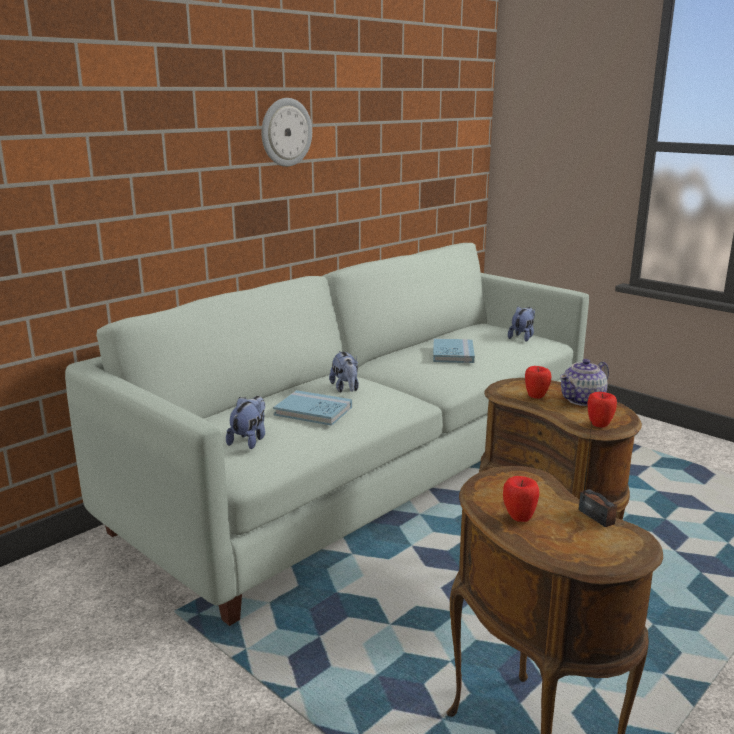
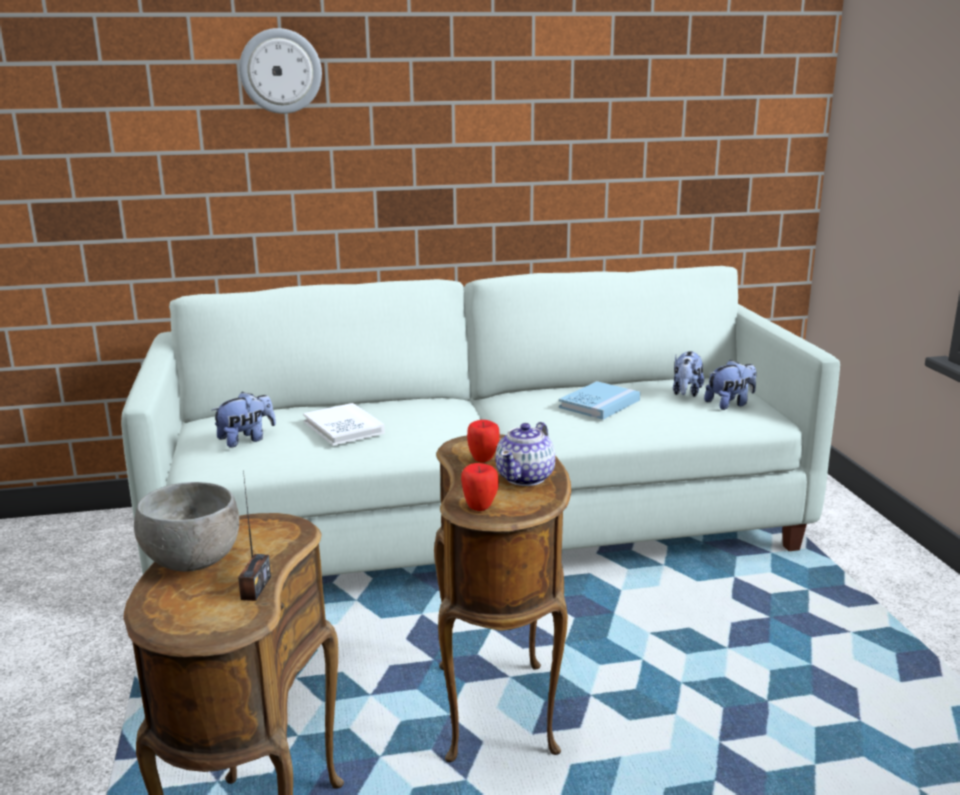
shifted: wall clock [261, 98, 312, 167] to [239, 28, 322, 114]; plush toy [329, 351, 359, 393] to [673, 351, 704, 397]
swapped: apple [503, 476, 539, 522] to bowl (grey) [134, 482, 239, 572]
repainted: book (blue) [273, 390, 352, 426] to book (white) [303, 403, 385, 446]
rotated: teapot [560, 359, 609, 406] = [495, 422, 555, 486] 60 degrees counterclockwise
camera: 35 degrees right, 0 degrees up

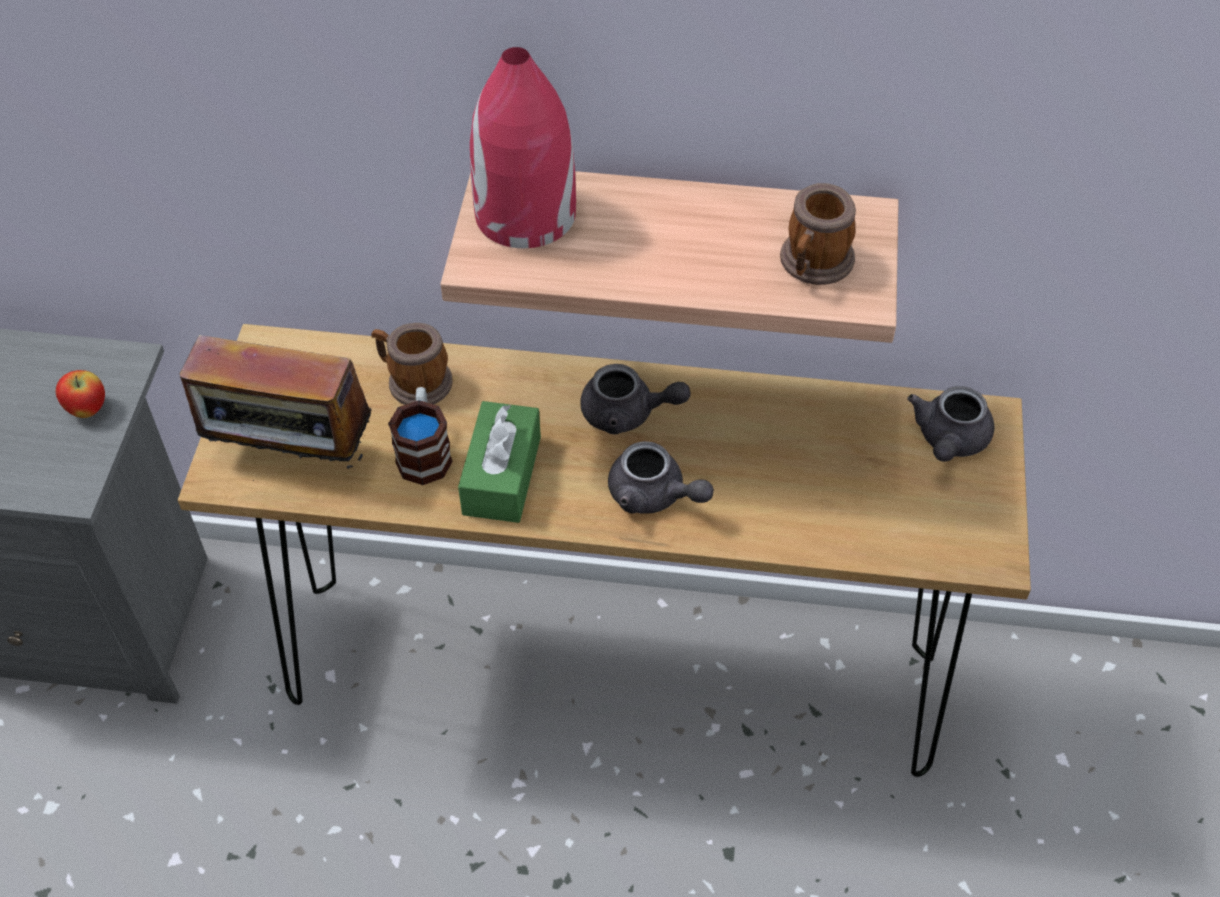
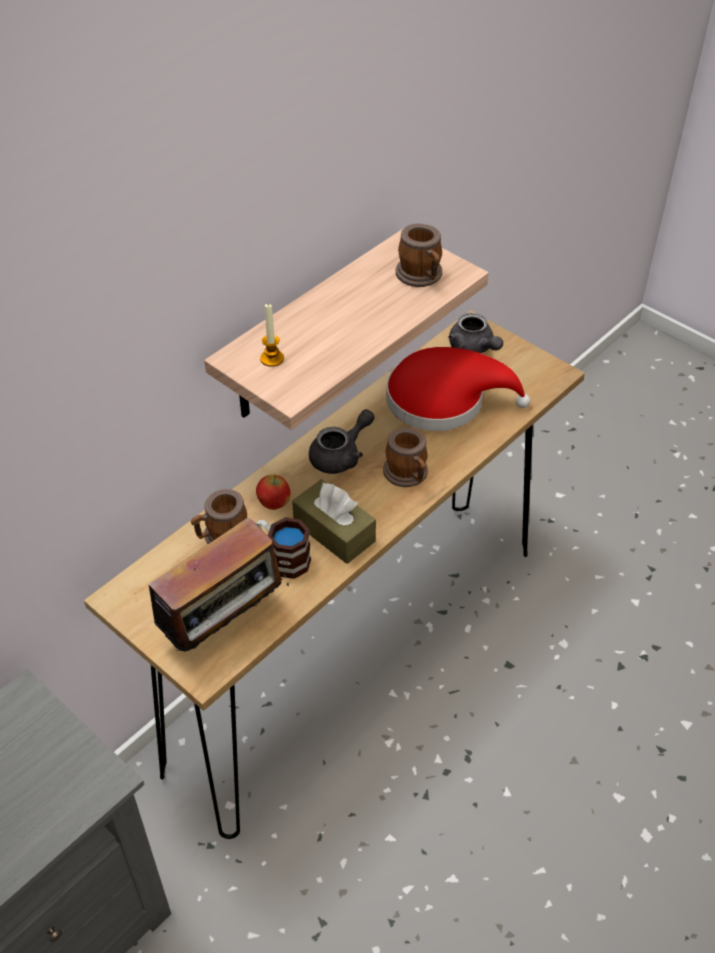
new: hat (red) [386, 347, 531, 431]
shifted: apple [56, 370, 105, 418] to [256, 475, 290, 510]
swapped: vase (red) [470, 47, 576, 248] to candle [260, 304, 284, 367]; teapot (grey) [608, 441, 714, 514] to mug [383, 428, 428, 487]
repainted: tissue box (green) [458, 401, 541, 523] to tissue box (brown) [292, 479, 376, 564]
camera: 55 degrees left, 5 degrees down

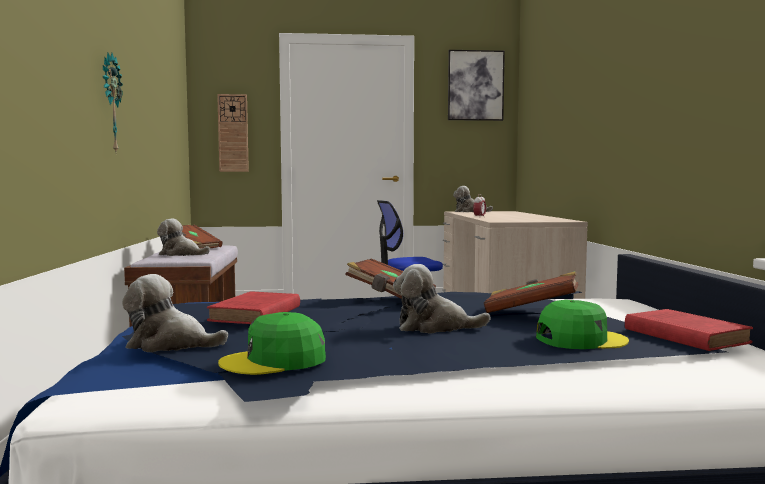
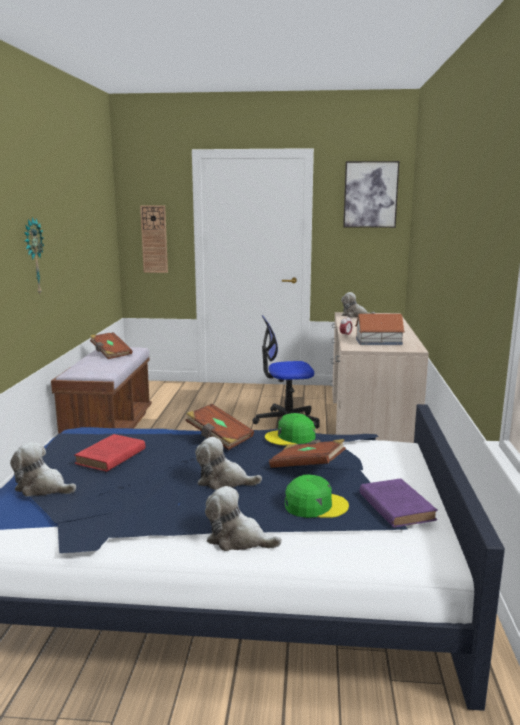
new: toy house [355, 314, 405, 345]
shifted: plush toy [157, 218, 210, 256] to [205, 486, 282, 551]; cap (green) [218, 312, 326, 375] to [265, 413, 315, 445]
repainted: book (red) [625, 309, 753, 351] to book (purple) [360, 479, 438, 528]
camera: 10 degrees right, 10 degrees up

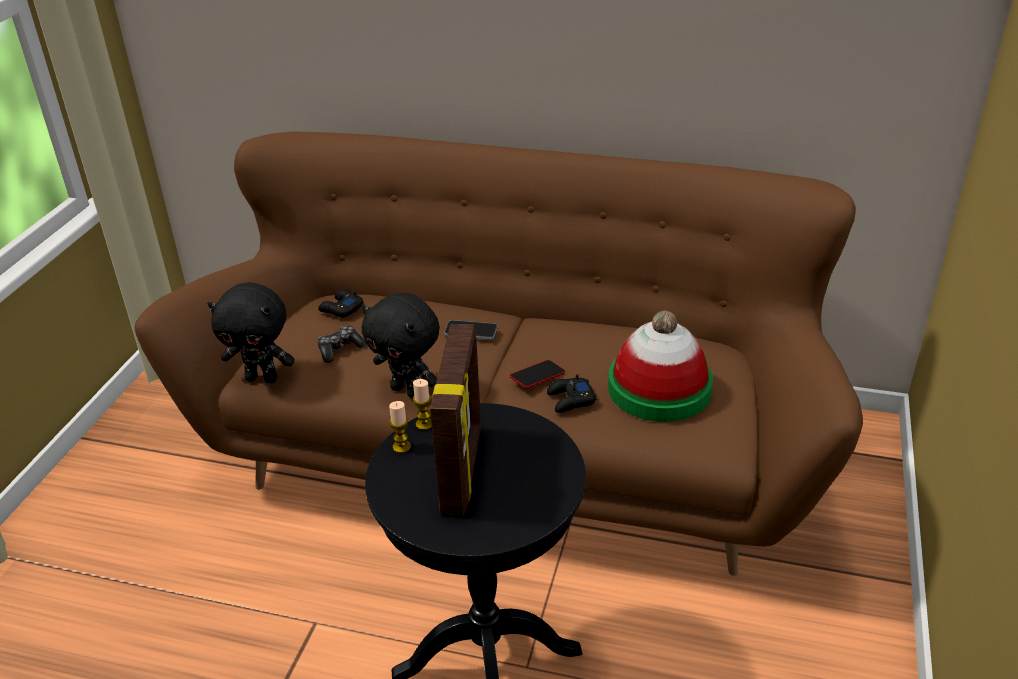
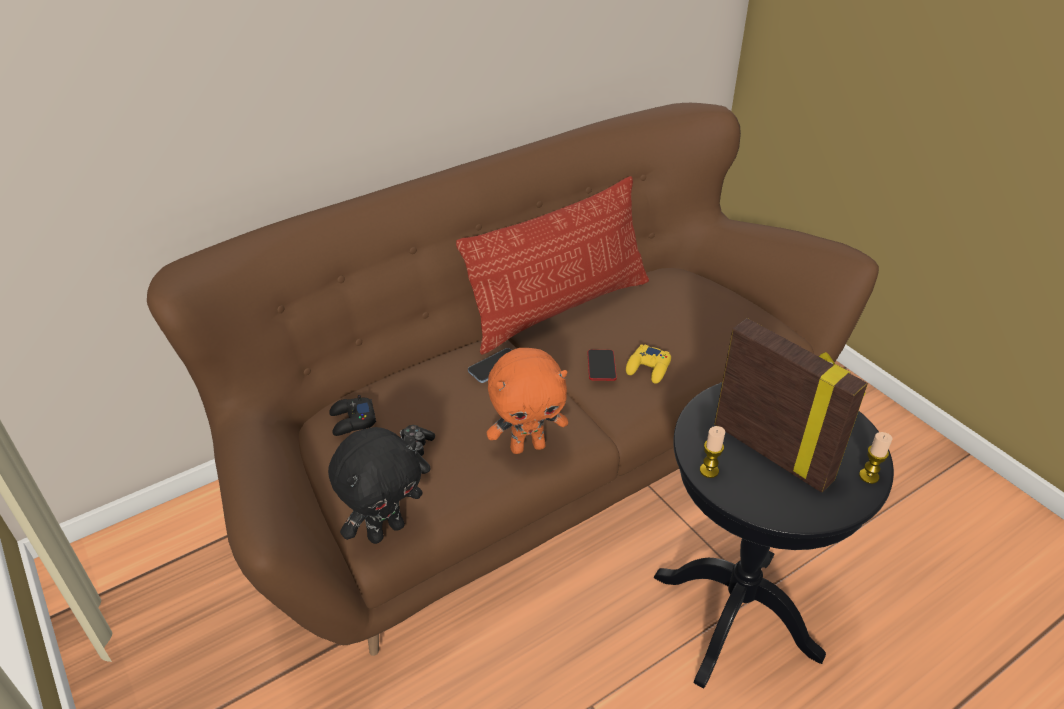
gone: hat [608, 311, 713, 422]
new: pillow [456, 176, 649, 355]
shifted: candle [413, 379, 432, 430] to [859, 432, 892, 484]
repainted: plush toy (black) [362, 293, 440, 398] to plush toy (orange) [486, 348, 568, 454]; game controller (black) [547, 374, 596, 413] to game controller (yellow) [626, 344, 671, 384]
camera: 50 degrees left, 5 degrees up

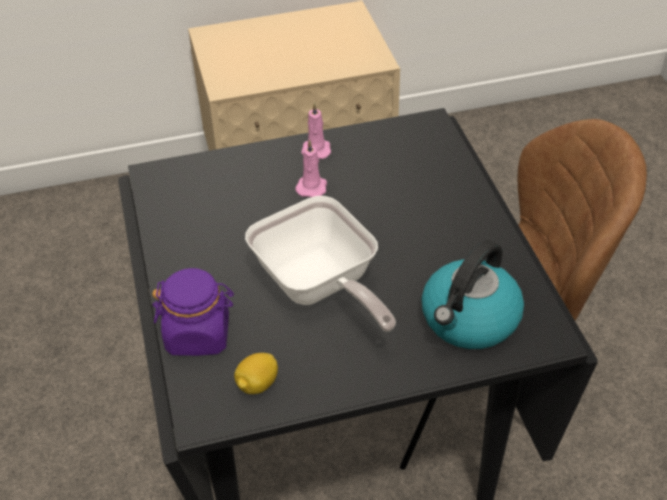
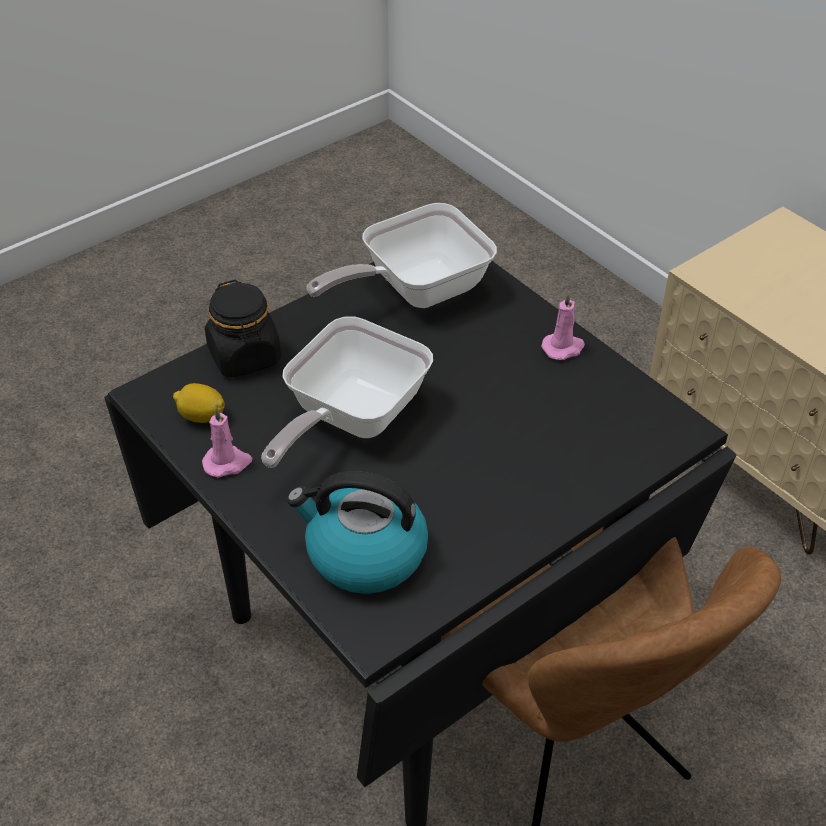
new: frying pan [307, 203, 497, 308]
shifted: candle (pink) [295, 139, 327, 197] to [202, 407, 252, 478]
repainted: jar (purple) [152, 268, 234, 356] to jar (black) [205, 280, 281, 378]
camera: 65 degrees right, 0 degrees up

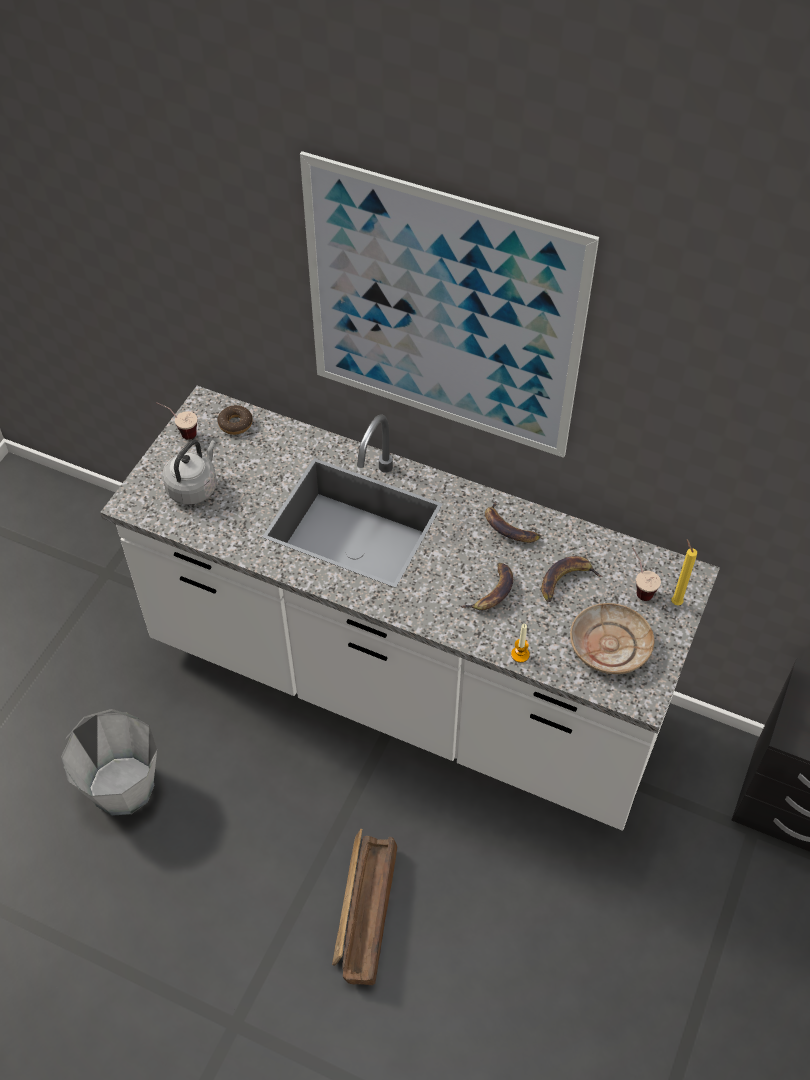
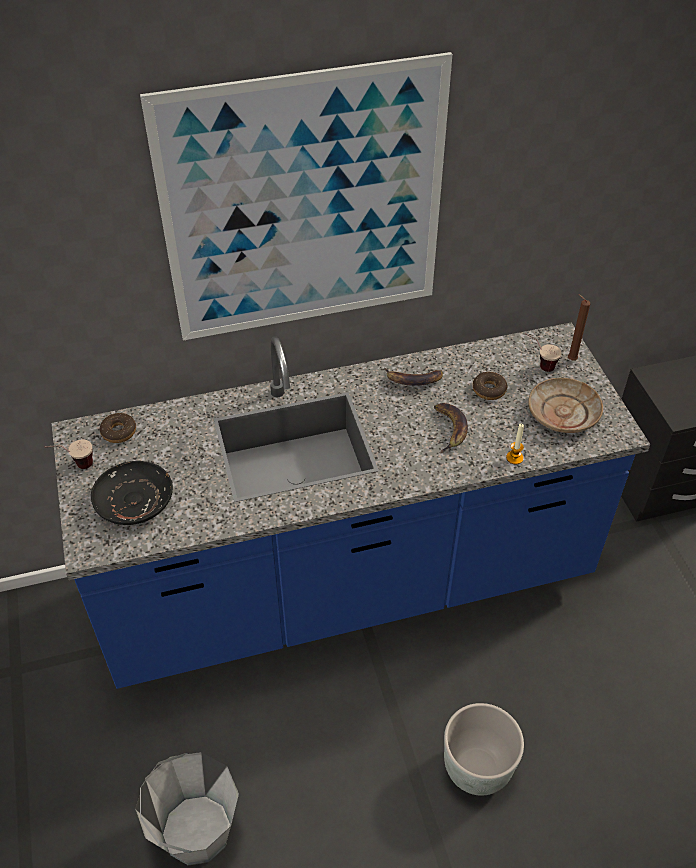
swapped: kettle (grey) [162, 440, 217, 505] to plate (black) [91, 461, 173, 525]; crate [332, 829, 397, 985] to planter (grey) [444, 703, 524, 796]; banana [542, 556, 603, 602] to donut [473, 372, 507, 400]
repainted: counter (white) [100, 386, 720, 831] to counter (blue) [52, 322, 650, 689]; candle (yellow) [671, 539, 697, 605] to candle (brown) [568, 294, 590, 361]
camera: 40 degrees left, 5 degrees down

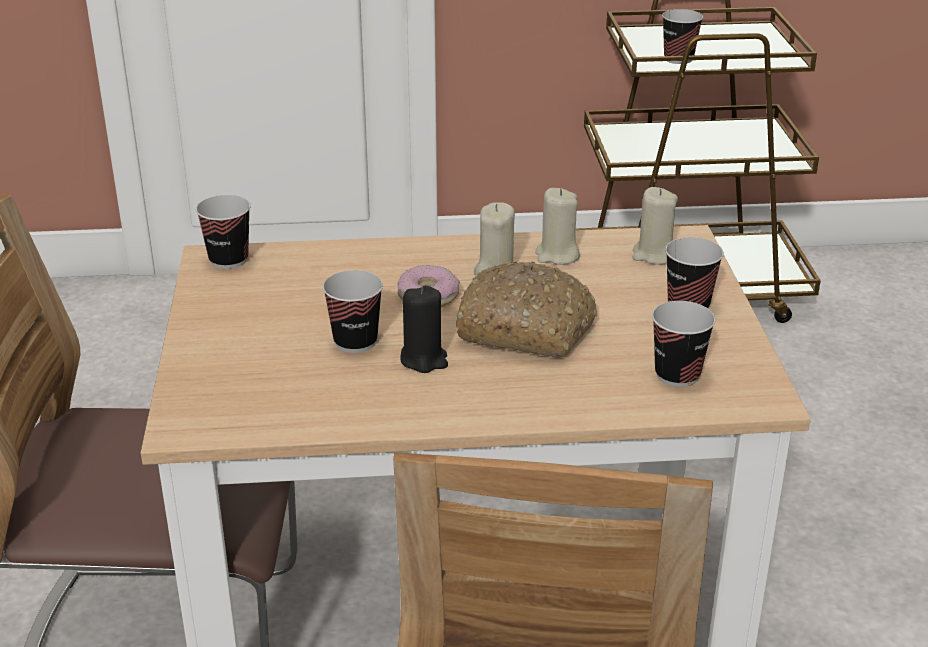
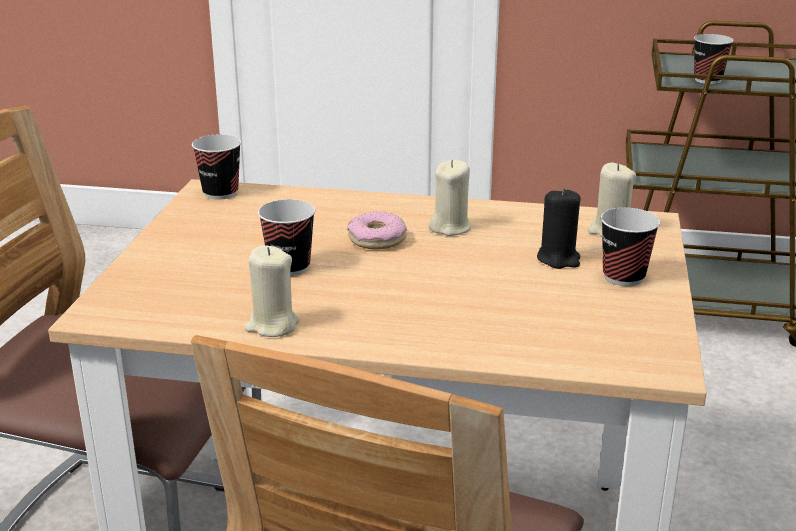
gone: bread [455, 261, 597, 358]; cup [652, 301, 716, 387]
shifted: candle (black) [400, 286, 448, 373] to [537, 188, 581, 269]; candle (beige) [535, 188, 580, 265] to [245, 245, 300, 337]
camera: 15 degrees right, 5 degrees down

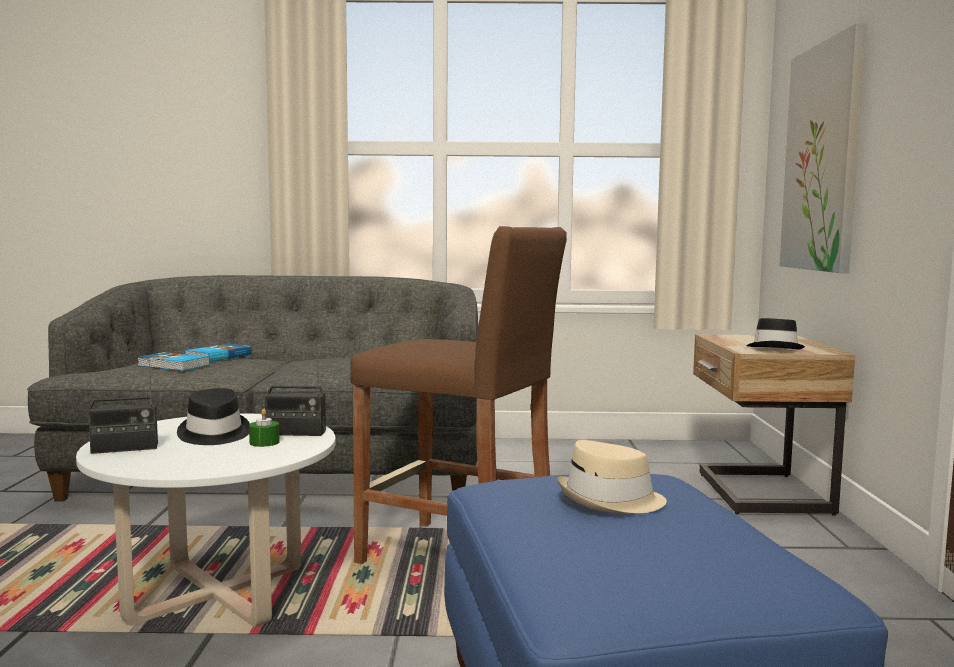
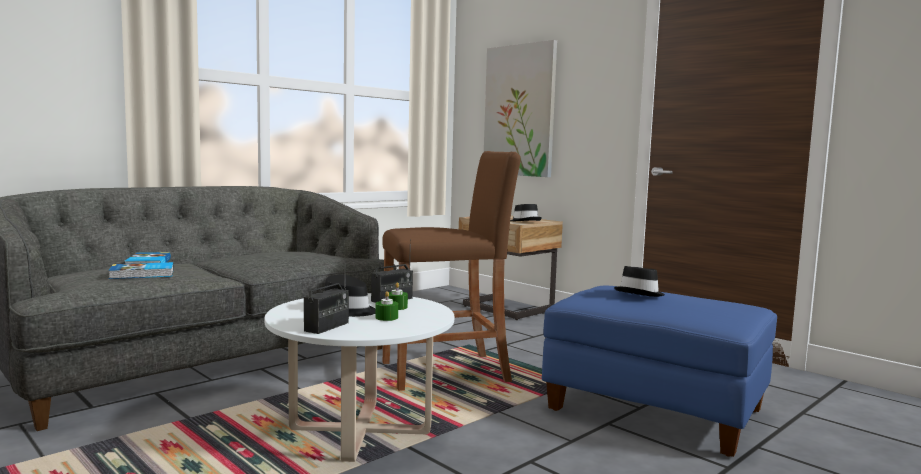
new: candle (green) [375, 291, 398, 321]
repainted: hat (beige) [557, 440, 667, 513] to hat (black) [614, 266, 665, 297]
camera: 45 degrees left, 0 degrees up

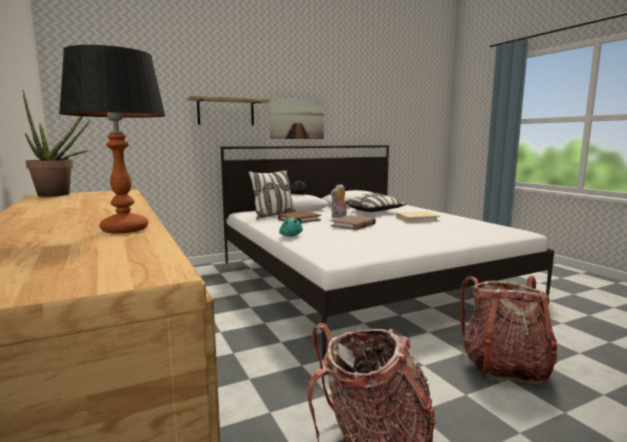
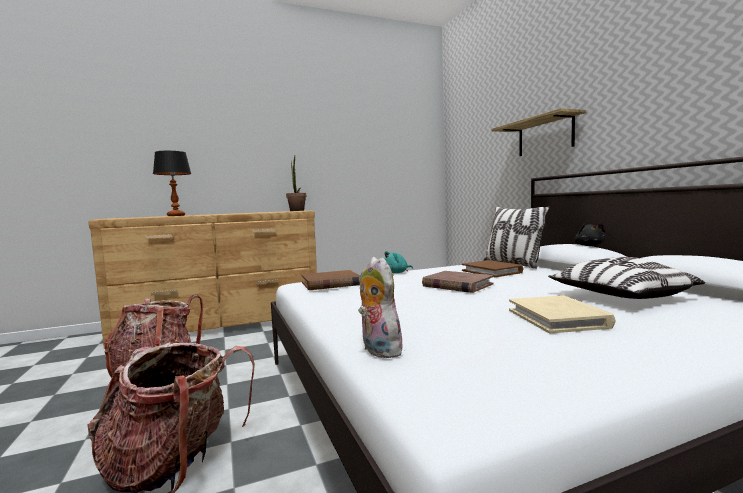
gone: picture [269, 98, 324, 139]
new: book (brown) [301, 270, 360, 290]
shifted: plush toy [330, 184, 347, 218] to [358, 257, 407, 358]
camera: 95 degrees right, 5 degrees down

